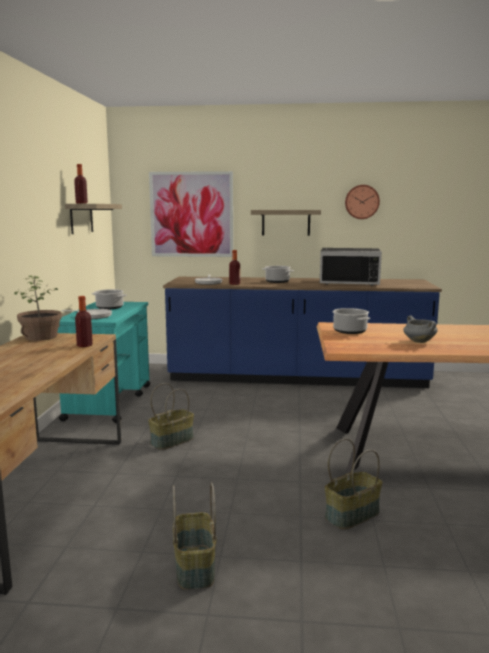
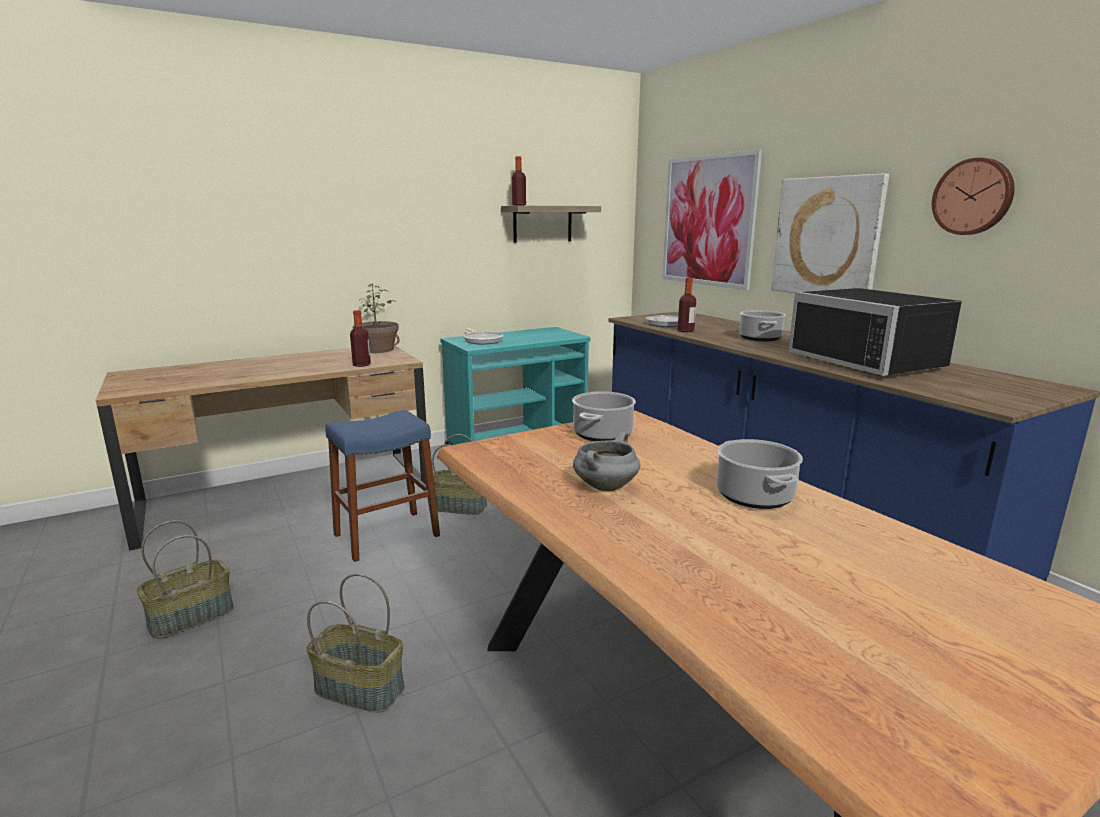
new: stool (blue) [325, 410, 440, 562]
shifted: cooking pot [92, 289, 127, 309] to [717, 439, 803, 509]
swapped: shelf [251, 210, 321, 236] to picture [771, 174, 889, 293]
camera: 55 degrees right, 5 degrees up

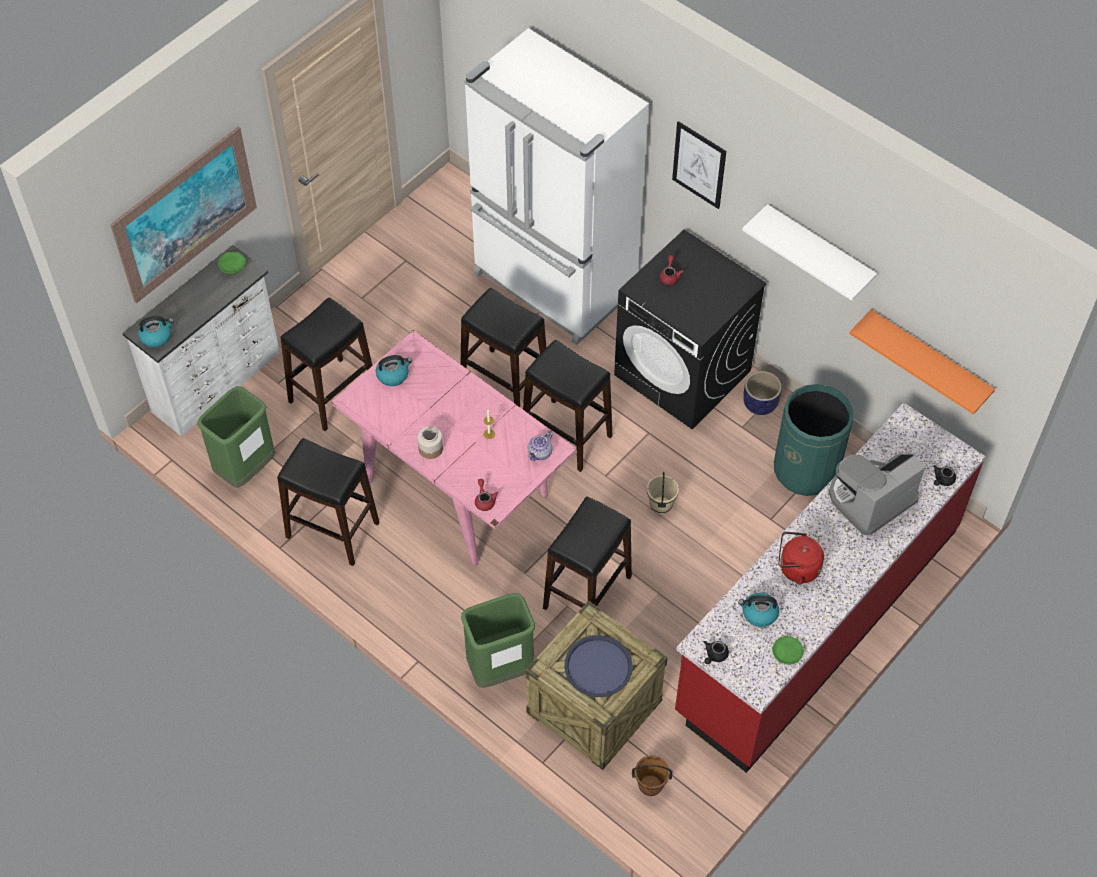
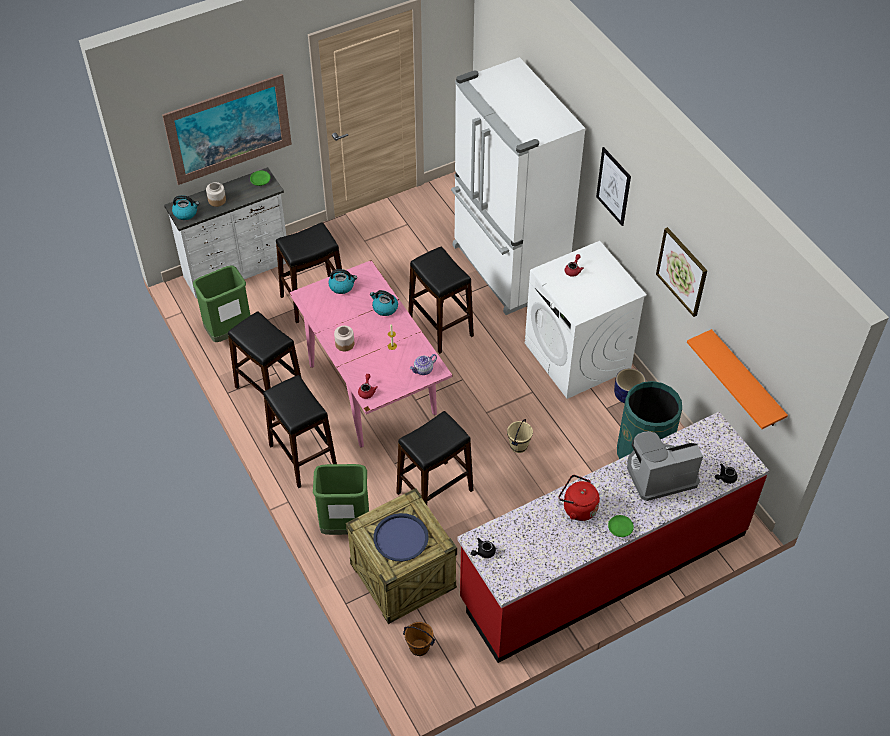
new: jar [206, 182, 226, 207]
shifted: stool (black) [523, 340, 612, 472] to [263, 375, 337, 488]; kettle [738, 593, 779, 627] to [370, 290, 398, 316]; plate (green) [772, 636, 804, 665] to [608, 515, 634, 537]
swapped: shelf (white) [742, 204, 877, 301] to picture [656, 227, 707, 317]
repainted: washing machine (black) [614, 230, 767, 429] to washing machine (white) [525, 241, 647, 399]
camera: 20 degrees right, 5 degrees down

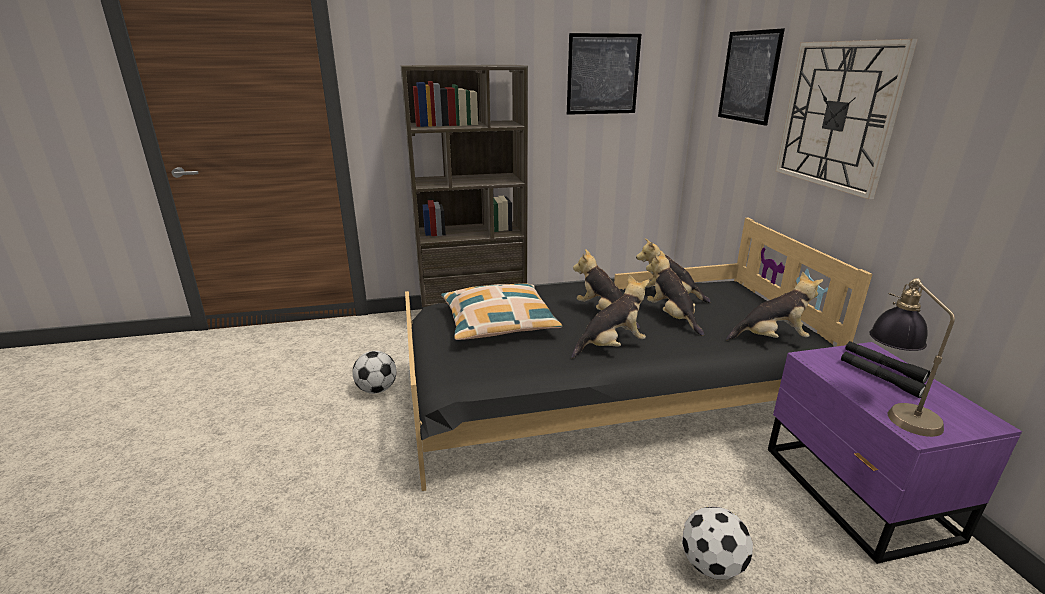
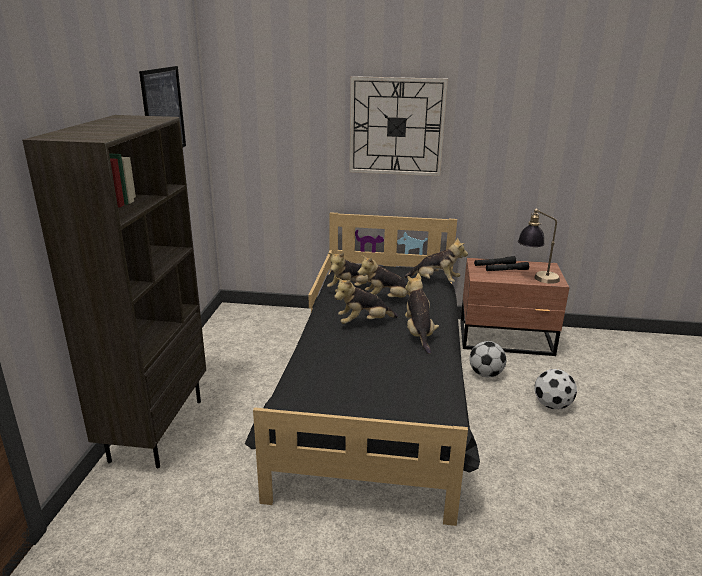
gone: pillow [441, 283, 562, 340]; picture [718, 28, 785, 126]
shifted: football [353, 351, 396, 394] to [469, 341, 507, 377]
repainted: nightstand (purple) [768, 342, 1022, 564] to nightstand (brown) [460, 258, 570, 356]
rotated: plush toy [726, 271, 823, 341] = [404, 237, 468, 282] 90 degrees clockwise
camera: 70 degrees left, 0 degrees up

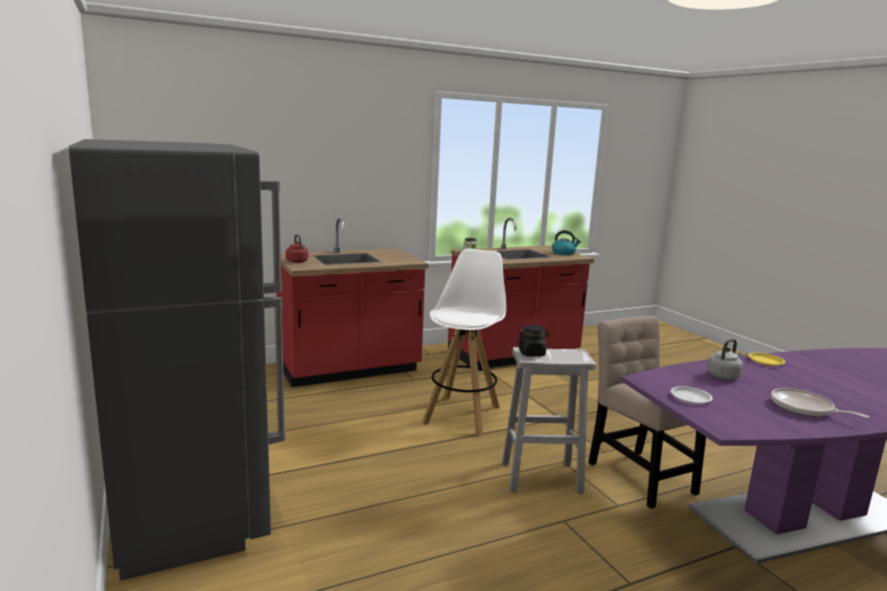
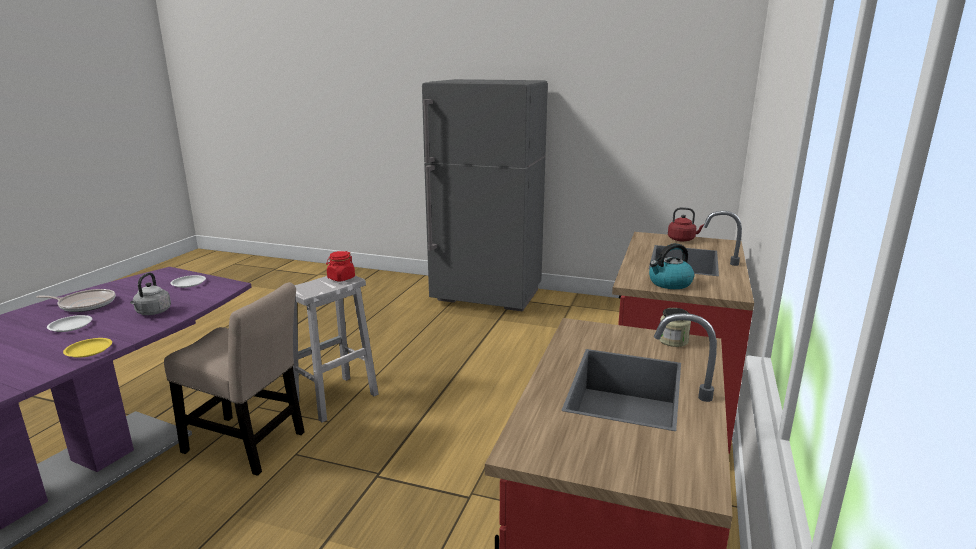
gone: stool (white) [422, 248, 506, 436]
new: plate (white) [47, 315, 92, 332]
shifted: kettle [552, 230, 581, 255] to [649, 243, 694, 289]
repainted: jar (black) [517, 325, 550, 357] to jar (red) [326, 251, 355, 281]
camera: 135 degrees right, 5 degrees up

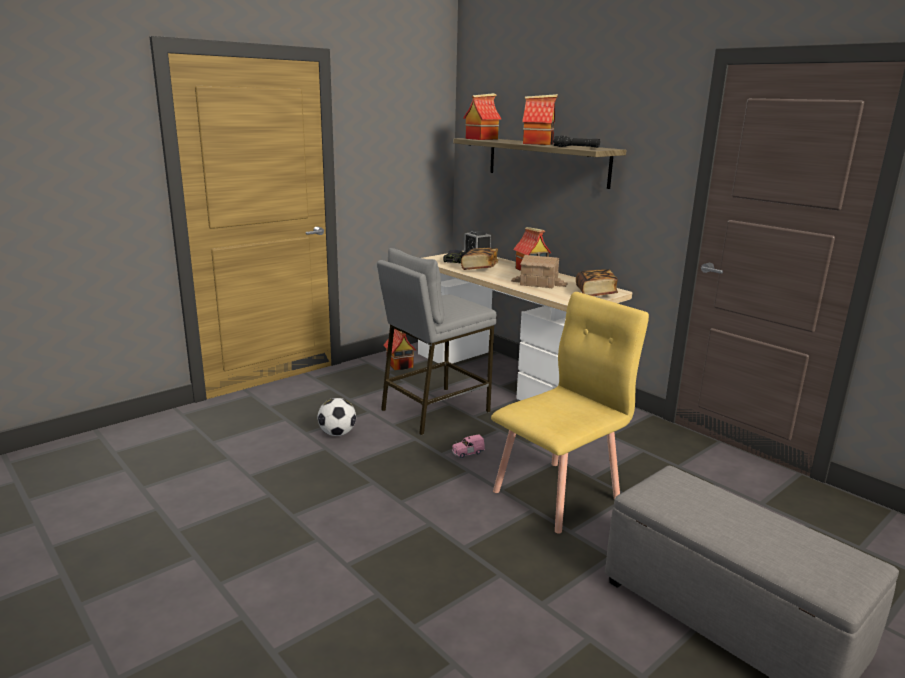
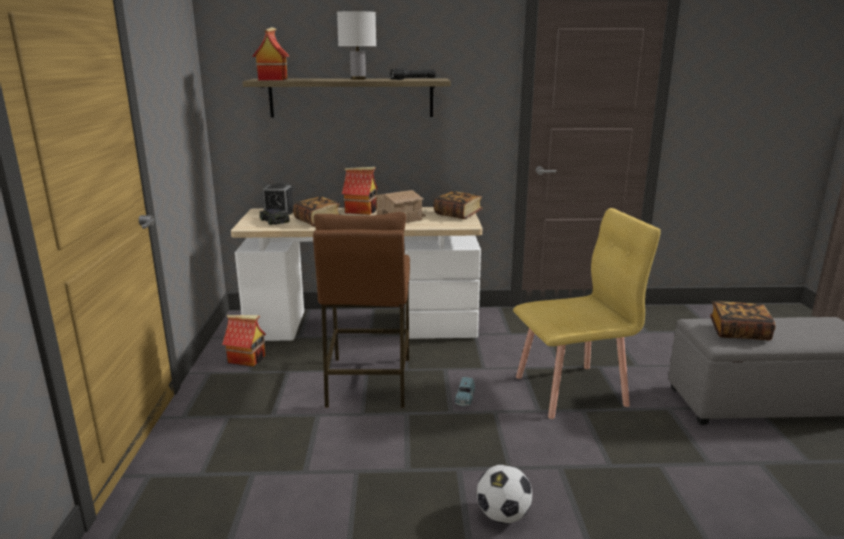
new: book [710, 301, 776, 340]
shifted: football [318, 398, 356, 436] to [477, 464, 532, 524]
swapped: toy house [522, 94, 558, 145] to table lamp (white) [337, 11, 376, 80]
repainted: stool (grey) [377, 248, 496, 435] to stool (brown) [313, 212, 410, 408]; toy car (pink) [452, 434, 485, 458] to toy car (blue) [455, 377, 475, 407]
rotated: chair (yellow) [491, 292, 649, 534] = [513, 208, 661, 419] 75 degrees clockwise
camera: 50 degrees left, 0 degrees up

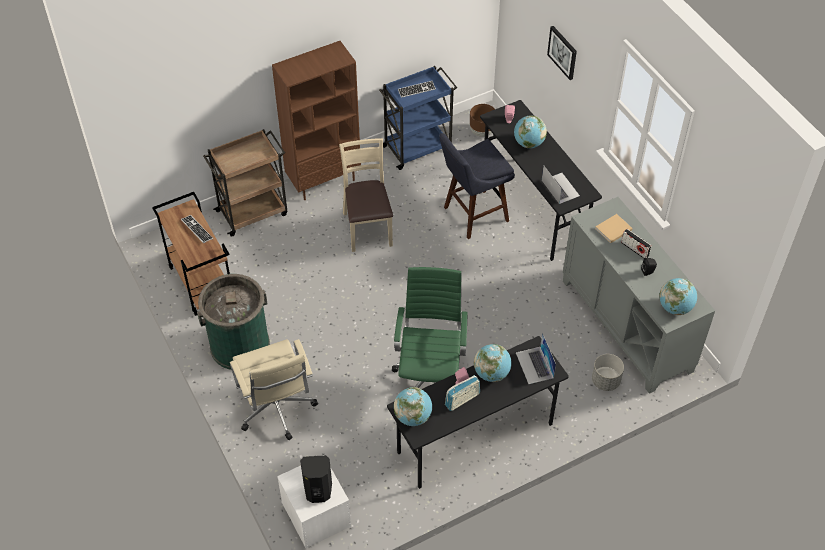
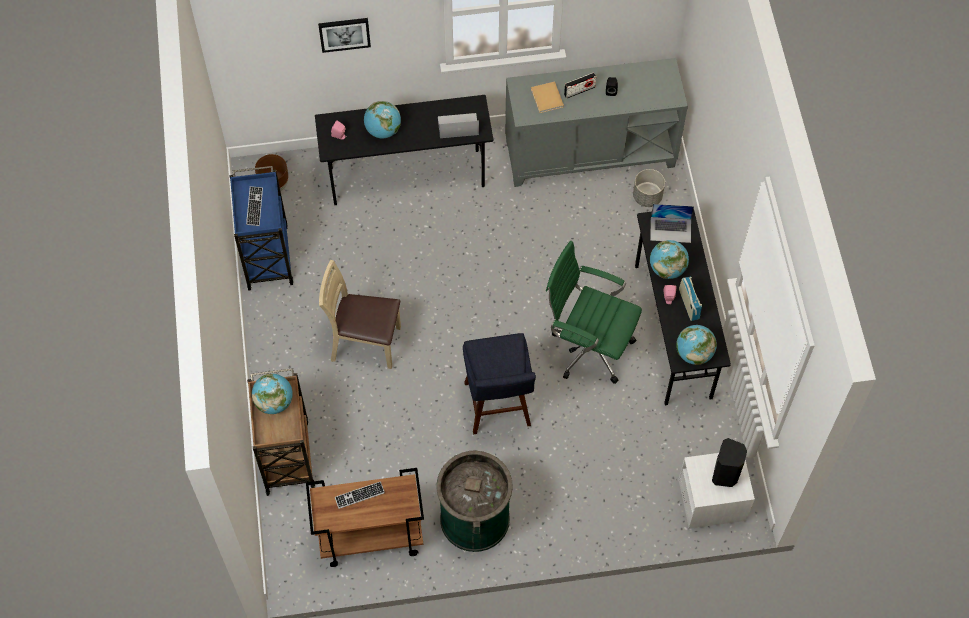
gone: office chair (beige) [230, 339, 318, 440]; bookcase (brown) [272, 41, 361, 200]
shifted: stool (blue) [439, 133, 515, 239] to [463, 333, 536, 435]; globe [659, 278, 697, 315] to [252, 374, 293, 414]
camera: 70 degrees left, 10 degrees up

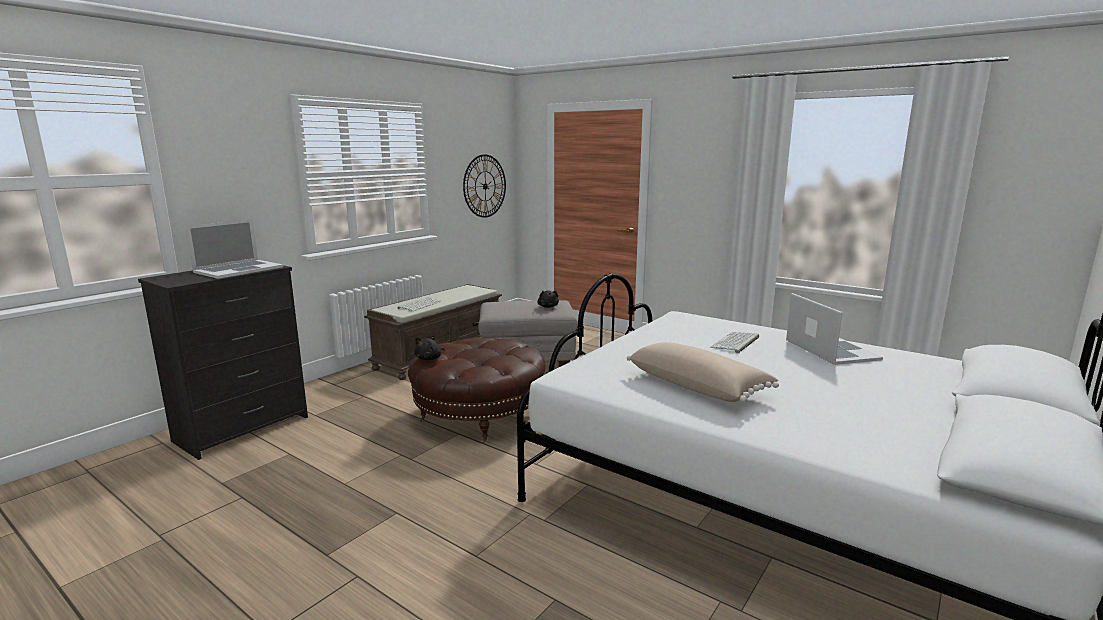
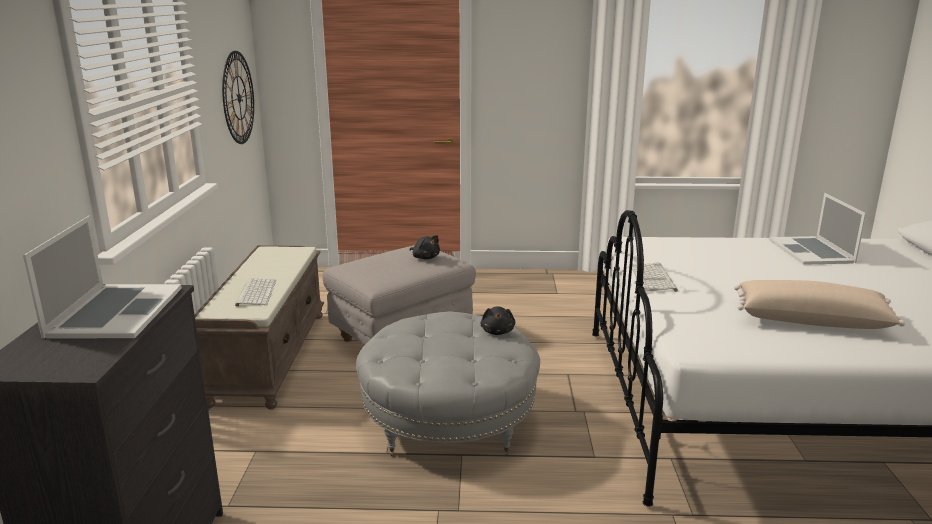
shifted: plush toy (black) [414, 337, 444, 360] to [480, 306, 515, 335]; keyboard [710, 332, 759, 353] to [632, 263, 678, 292]
repainted: ottoman (brown) [408, 337, 545, 444] to ottoman (grey) [356, 311, 540, 456]
rotated: laptop [786, 293, 883, 365] = [769, 193, 866, 265] 135 degrees counterclockwise
camera: 35 degrees left, 5 degrees up

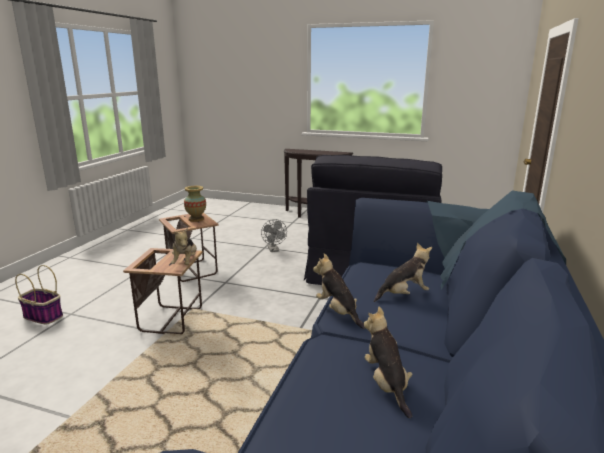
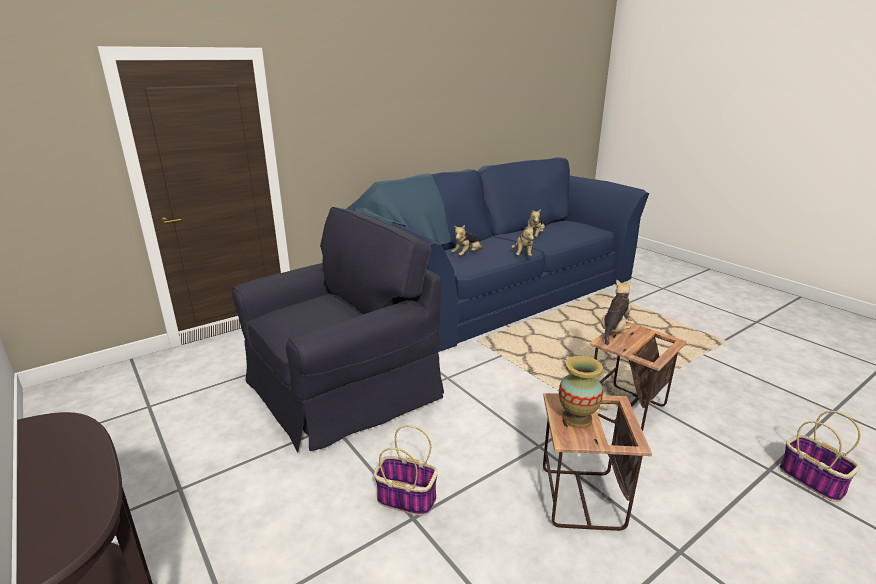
swapped: fan (grey) [261, 219, 287, 252] to basket [374, 425, 438, 516]
rotated: plush toy [374, 243, 432, 302] = [451, 225, 483, 256] 60 degrees counterclockwise
camera: 145 degrees left, 5 degrees up

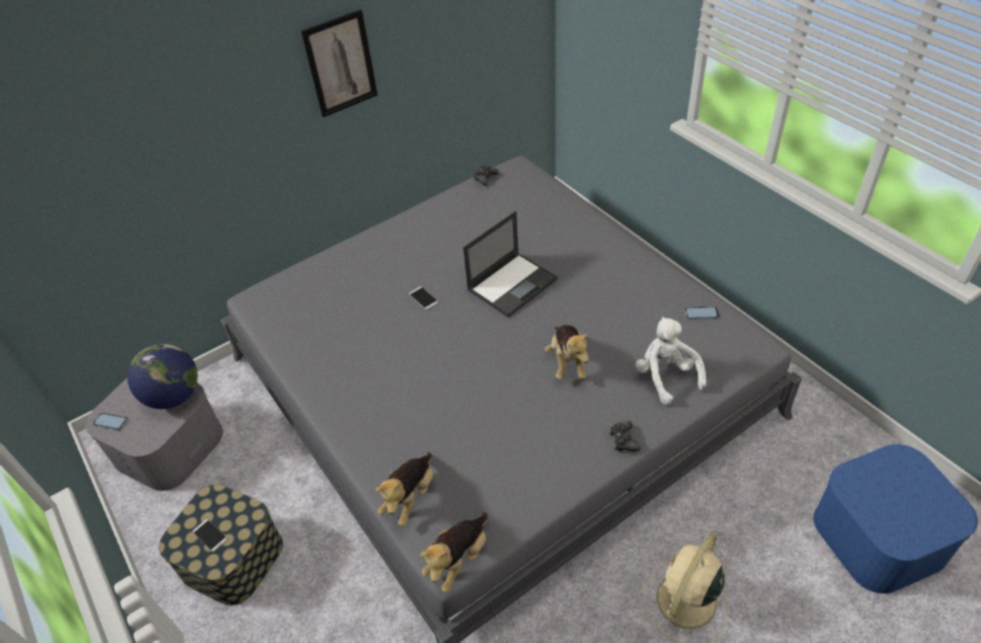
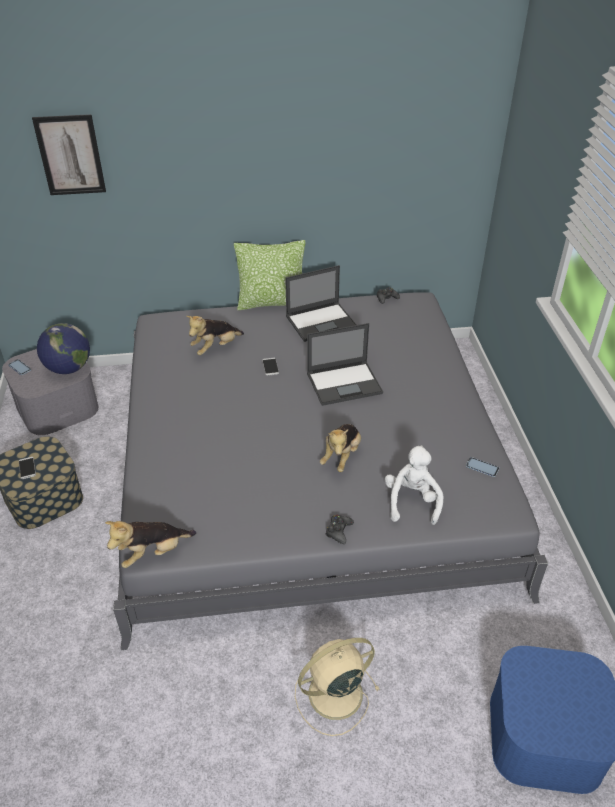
new: pillow [234, 240, 305, 310]; laptop [285, 265, 356, 342]
shifted: picture [301, 9, 378, 118] to [32, 114, 106, 195]; plush toy [376, 452, 433, 526] to [186, 316, 244, 355]
camera: 25 degrees right, 5 degrees down

